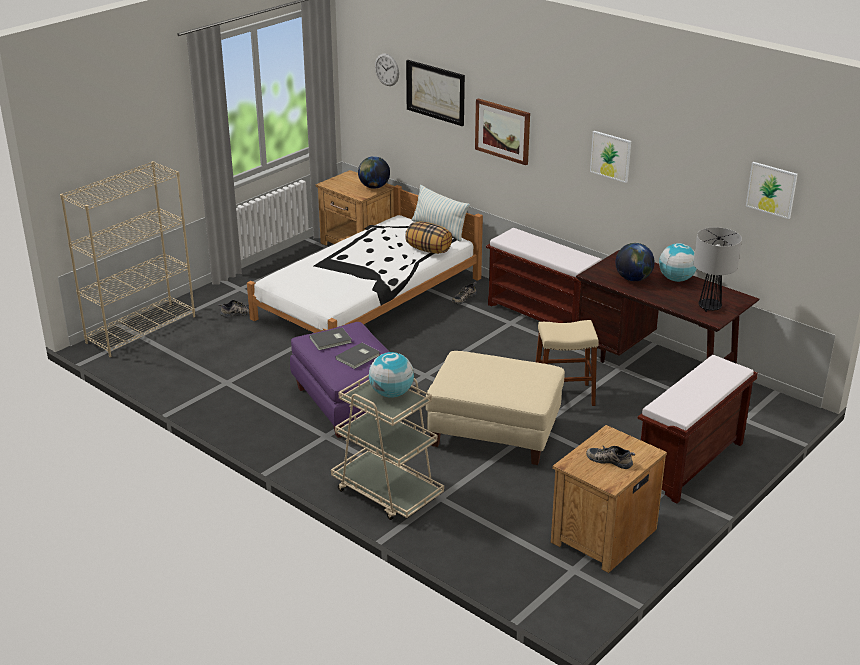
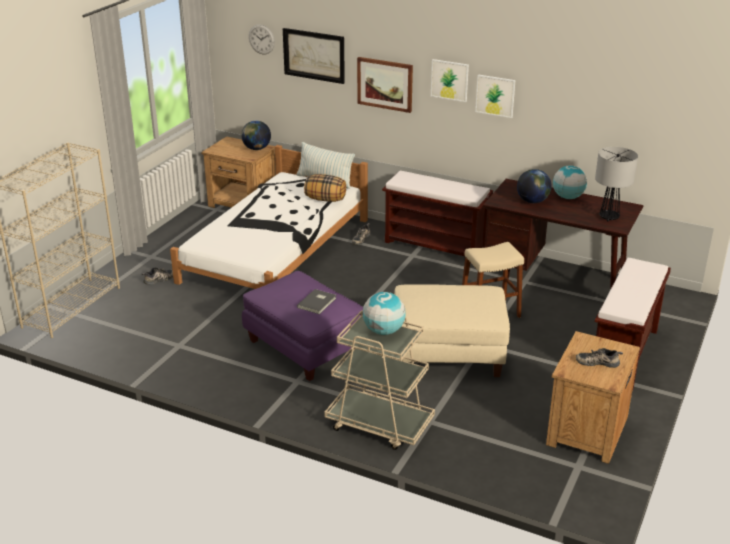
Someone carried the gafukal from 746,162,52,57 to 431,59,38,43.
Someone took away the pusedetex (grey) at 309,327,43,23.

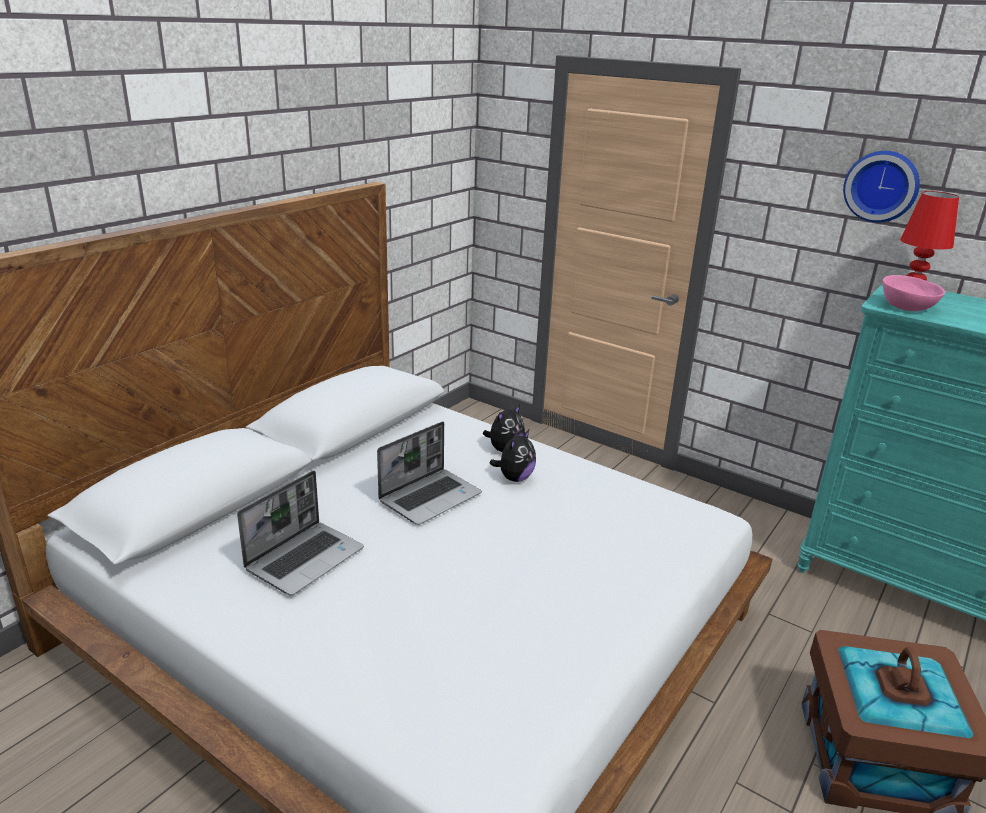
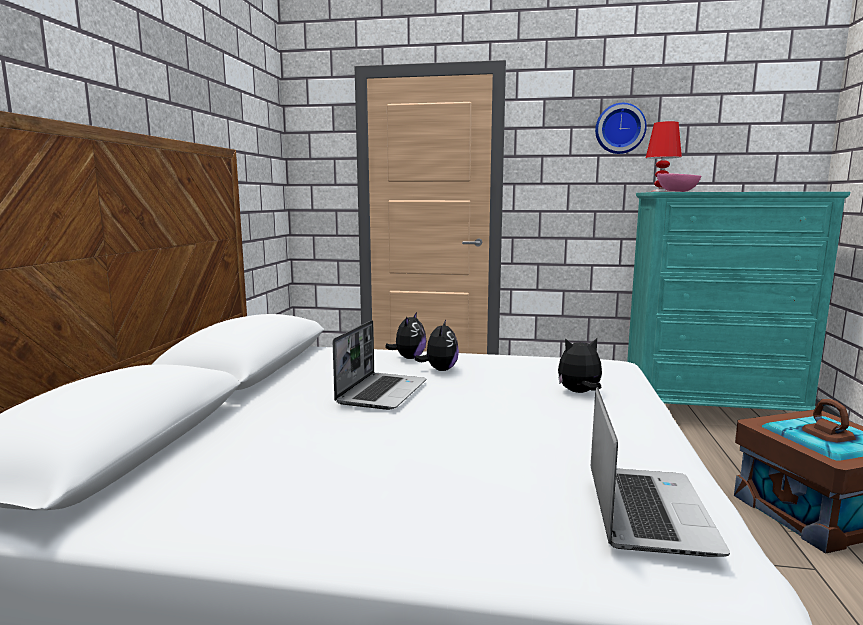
Someone put down the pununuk at 558,338,44,55.
Someone carried the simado from 237,470,127,126 to 591,387,139,170.

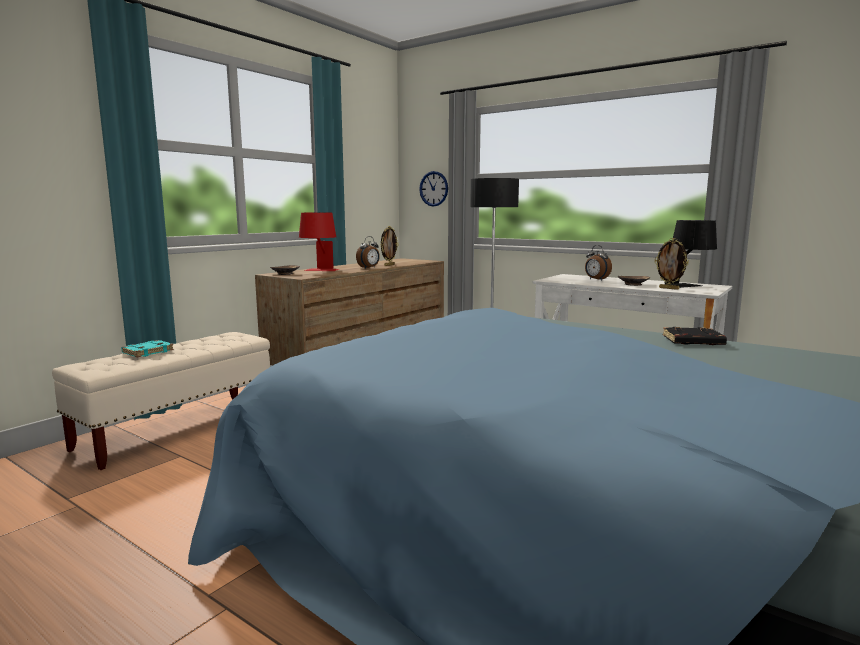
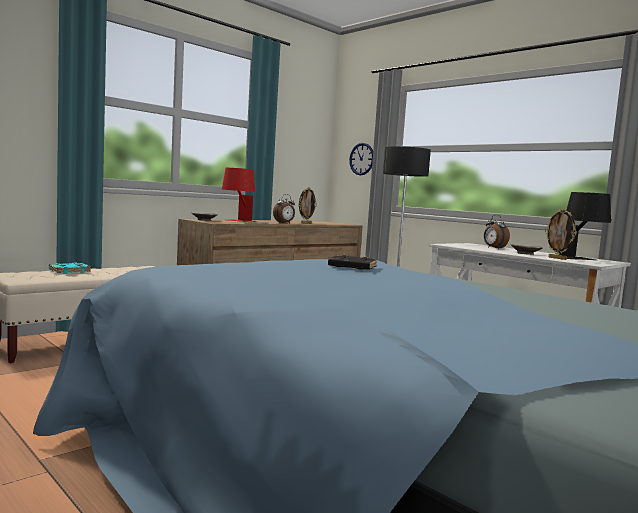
Someone carried the pusedetex (black) from 663,327,64,18 to 328,255,49,15.

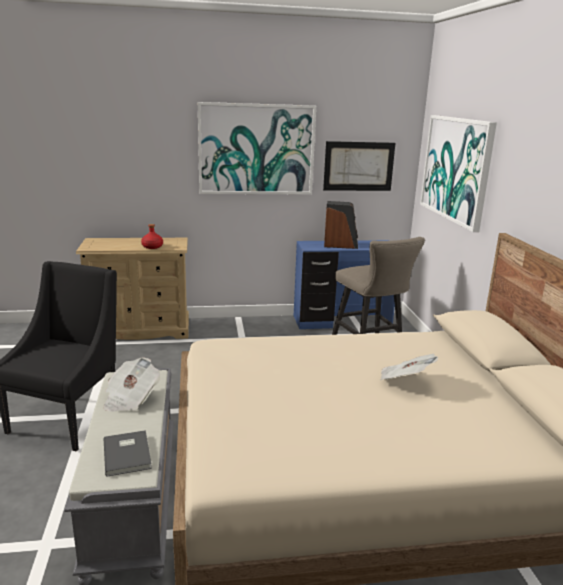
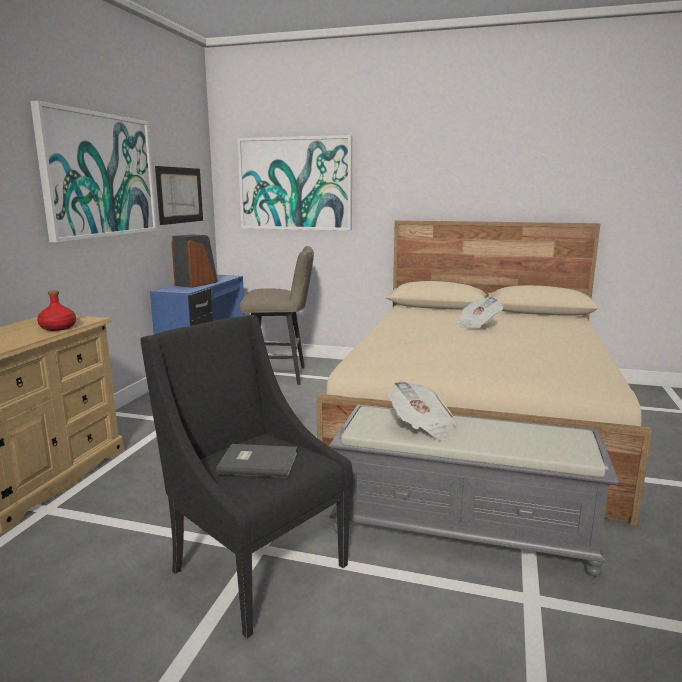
Someone carried the pusedetex (grey) from 104,430,48,47 to 216,444,81,34.

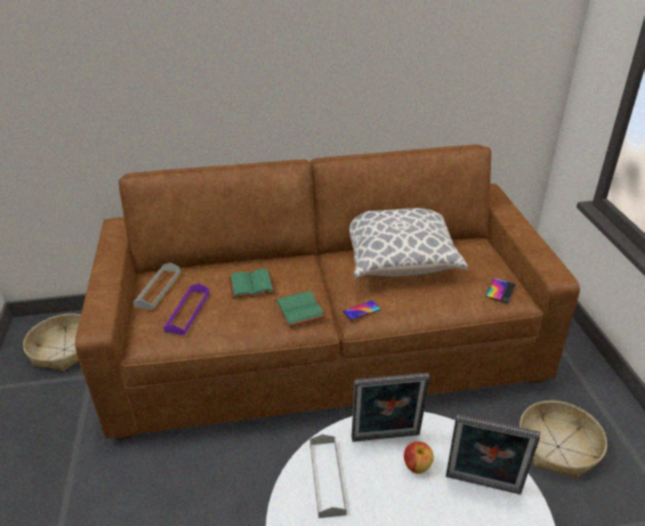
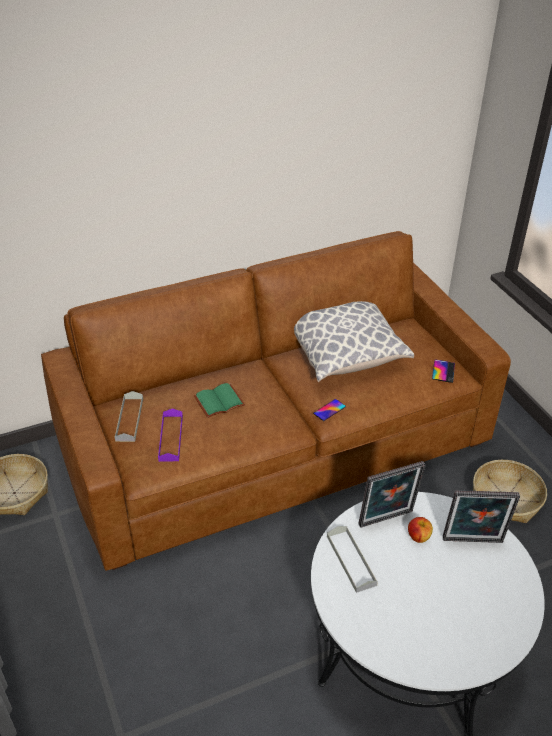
Someone took away the pusedetex (green) at 275,291,51,36.

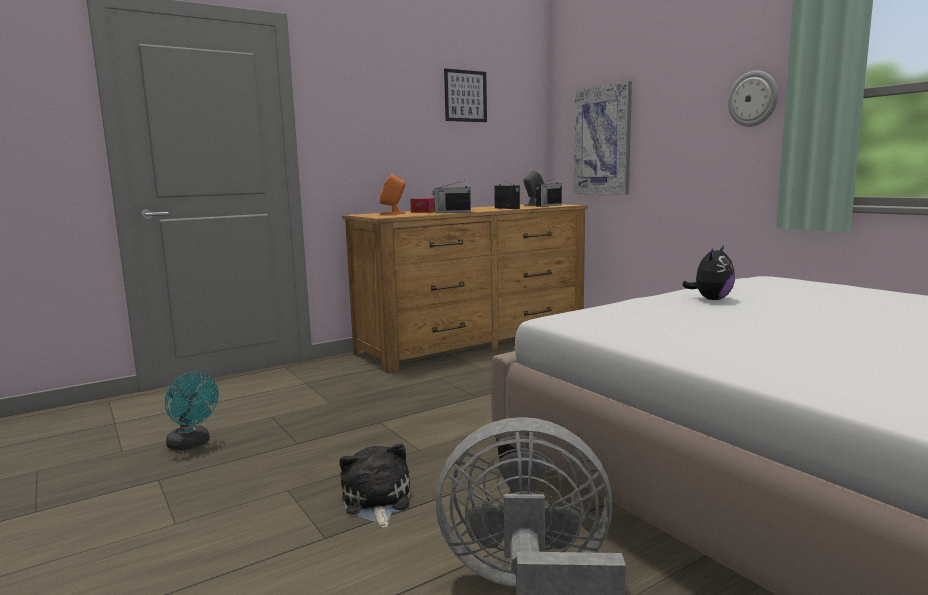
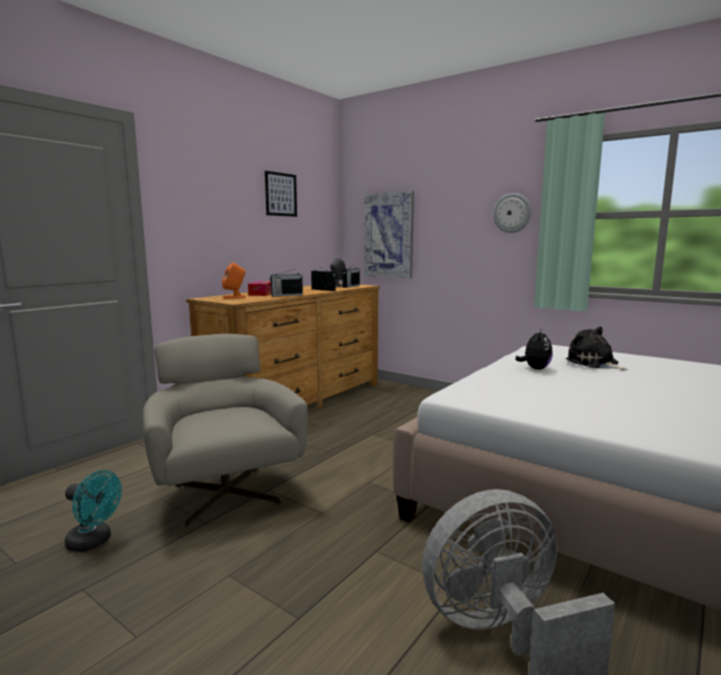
Someone put down the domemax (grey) at 143,334,165,193.
Someone carried the pununuk from 340,443,70,85 to 566,326,62,44.

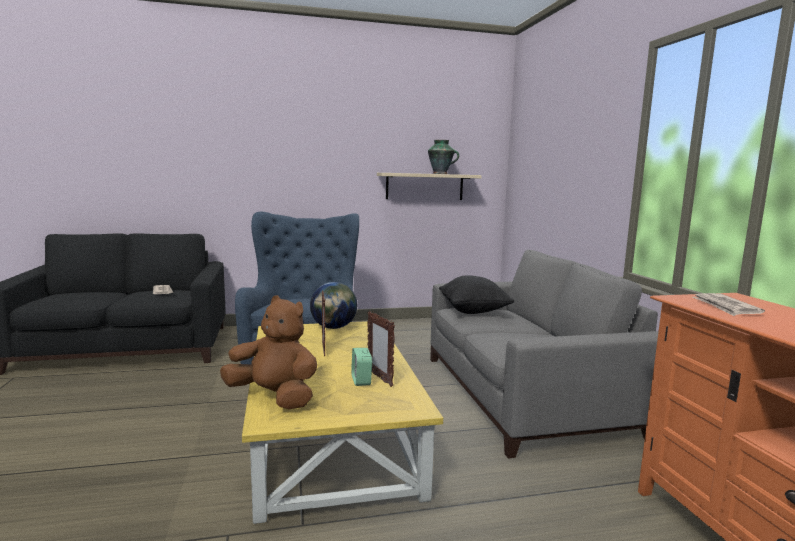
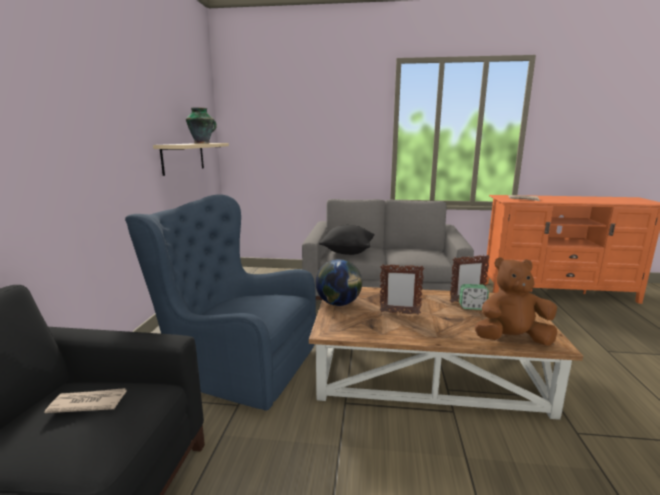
Someone repainted the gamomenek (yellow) at 242,321,201,203, which became the gamomenek (brown) at 309,287,274,133.
Someone rotated the pununuk (brown) at 220,295,97,114 by 45 degrees clockwise.

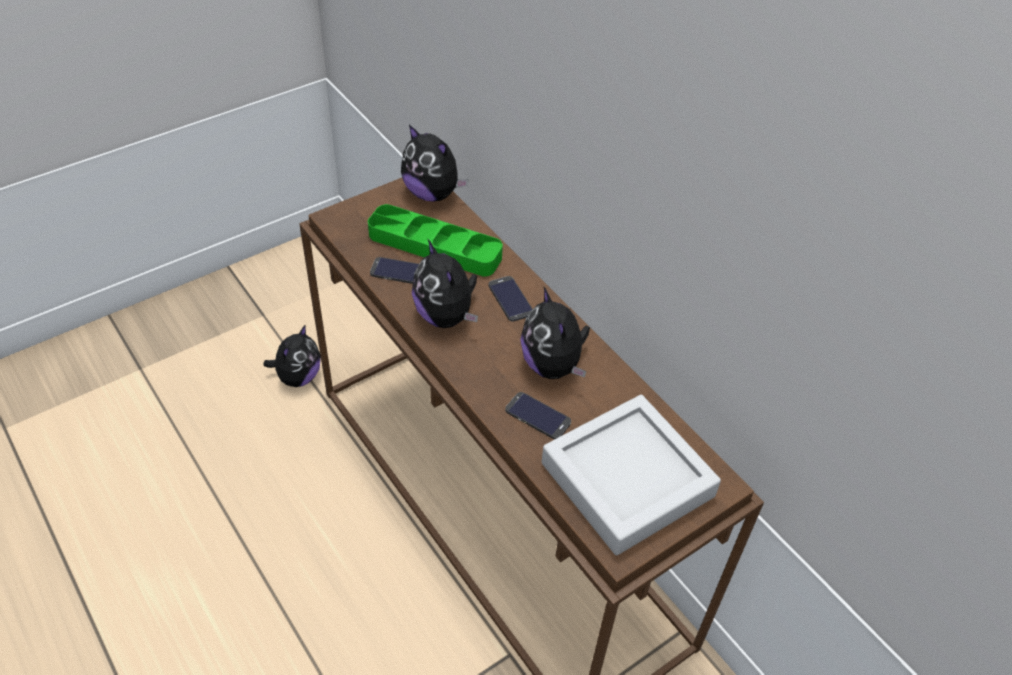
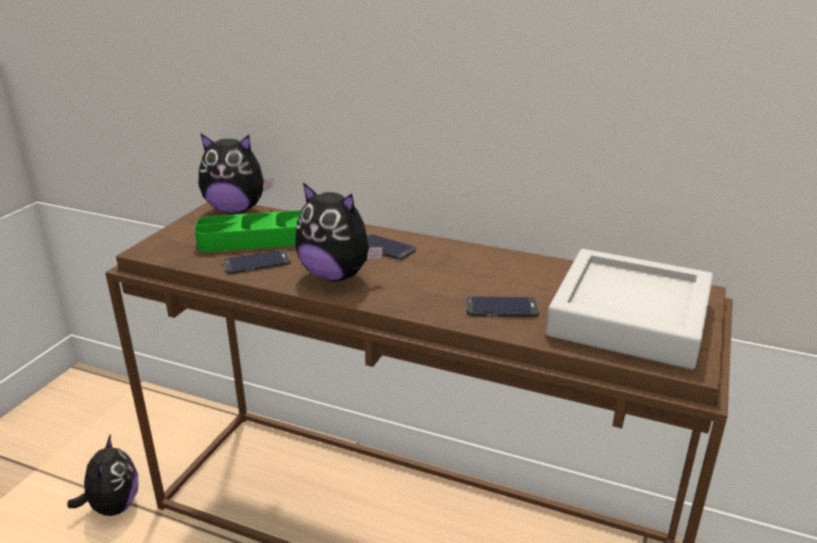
Someone took away the pununuk at 520,287,70,92.

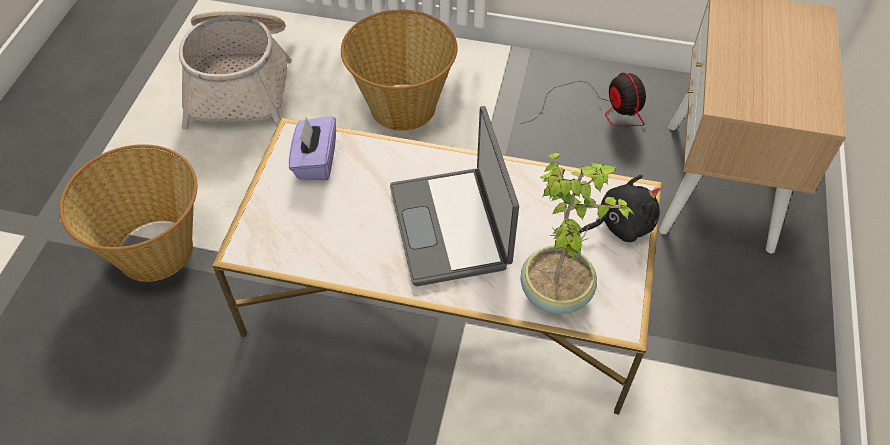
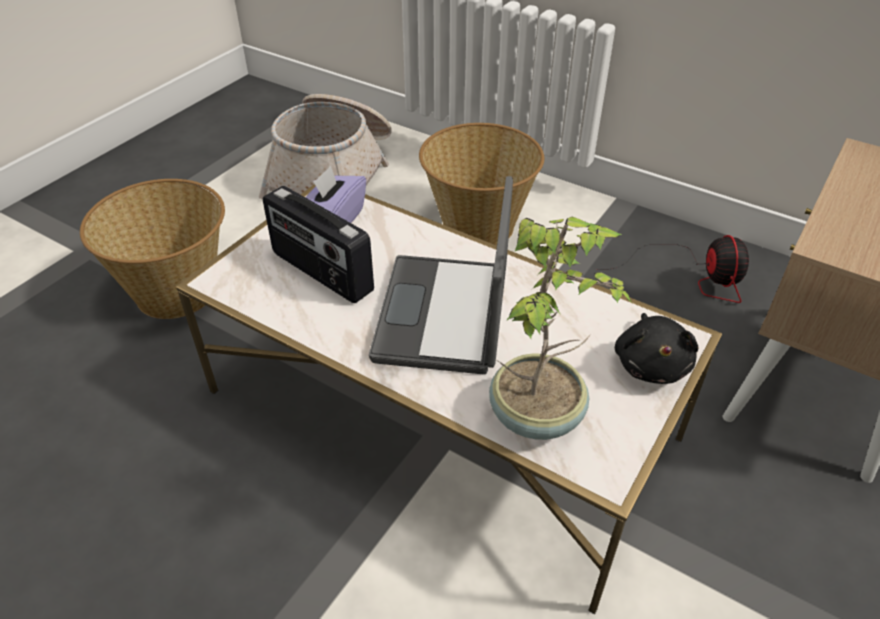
Someone put down the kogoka at 263,186,111,117.
Someone rotated the pununuk (black) at 579,175,81,67 by 90 degrees clockwise.

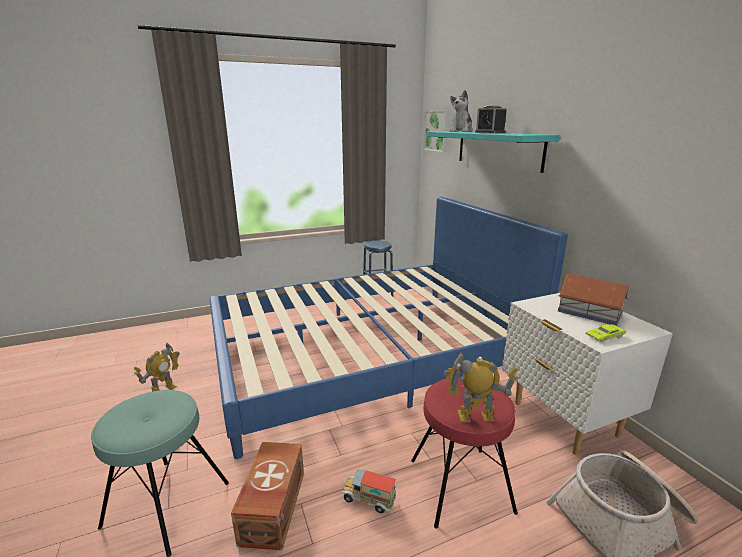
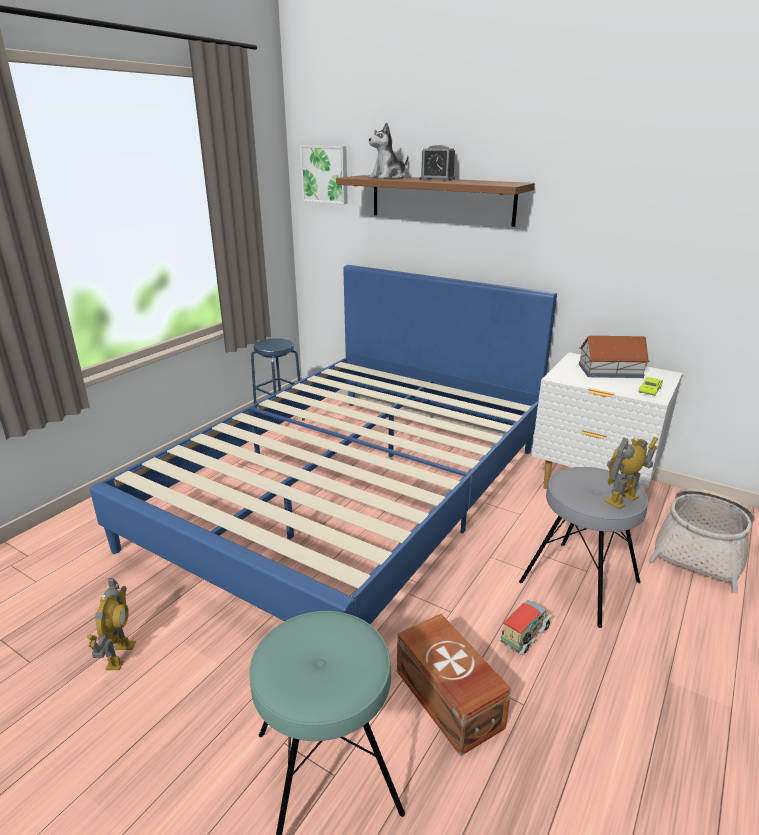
Someone repainted the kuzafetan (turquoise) at 426,131,134,42, which became the kuzafetan (brown) at 336,175,199,52.
Someone rotated the pununuk at 449,90,24,42 by 60 degrees clockwise.
Someone rotated the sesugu at 342,469,54,44 by 150 degrees clockwise.
Someone repainted the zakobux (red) at 411,377,107,152, which became the zakobux (grey) at 519,467,129,161.

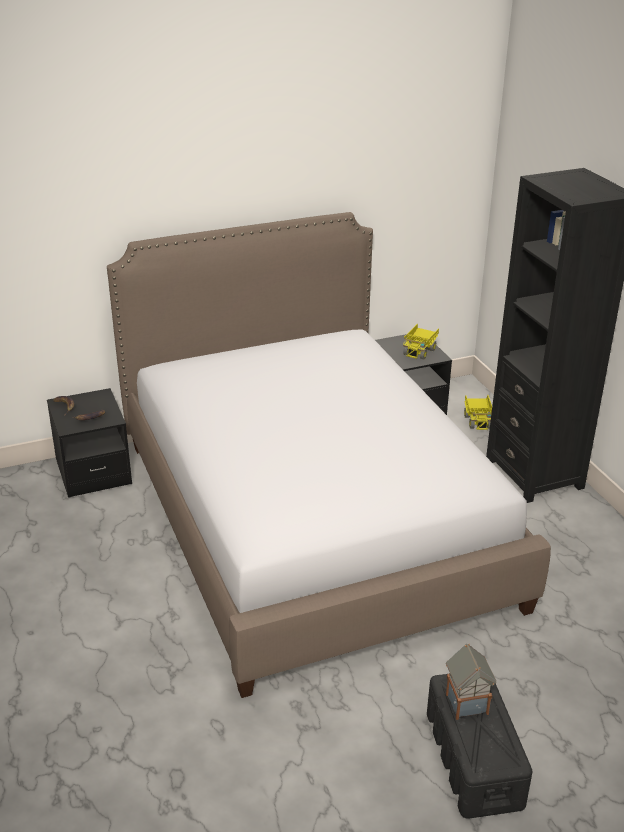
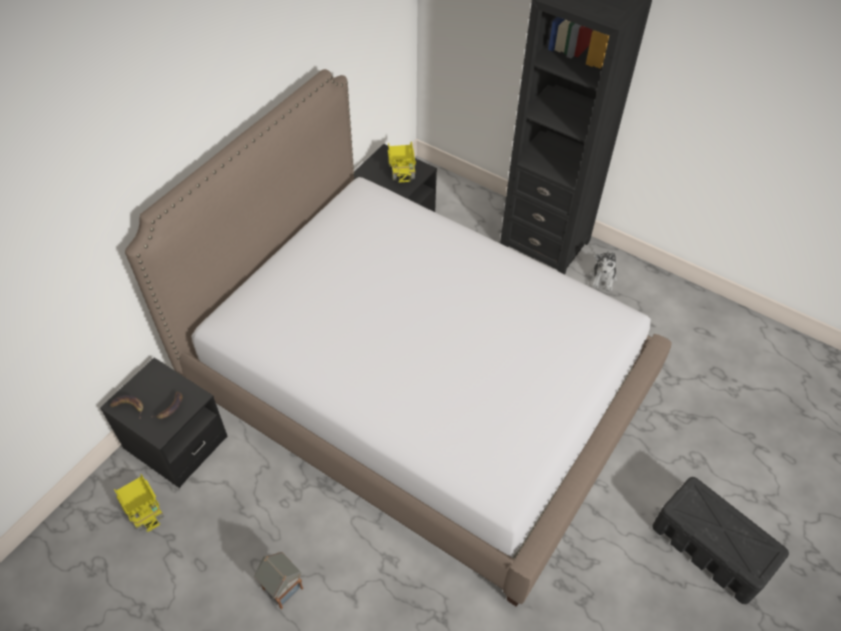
Someone carried the sesugu from 464,395,28,35 to 114,474,50,59.
Someone carried the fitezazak from 446,644,50,76 to 254,552,49,57.
Someone put down the pununuk at 589,252,28,39.

